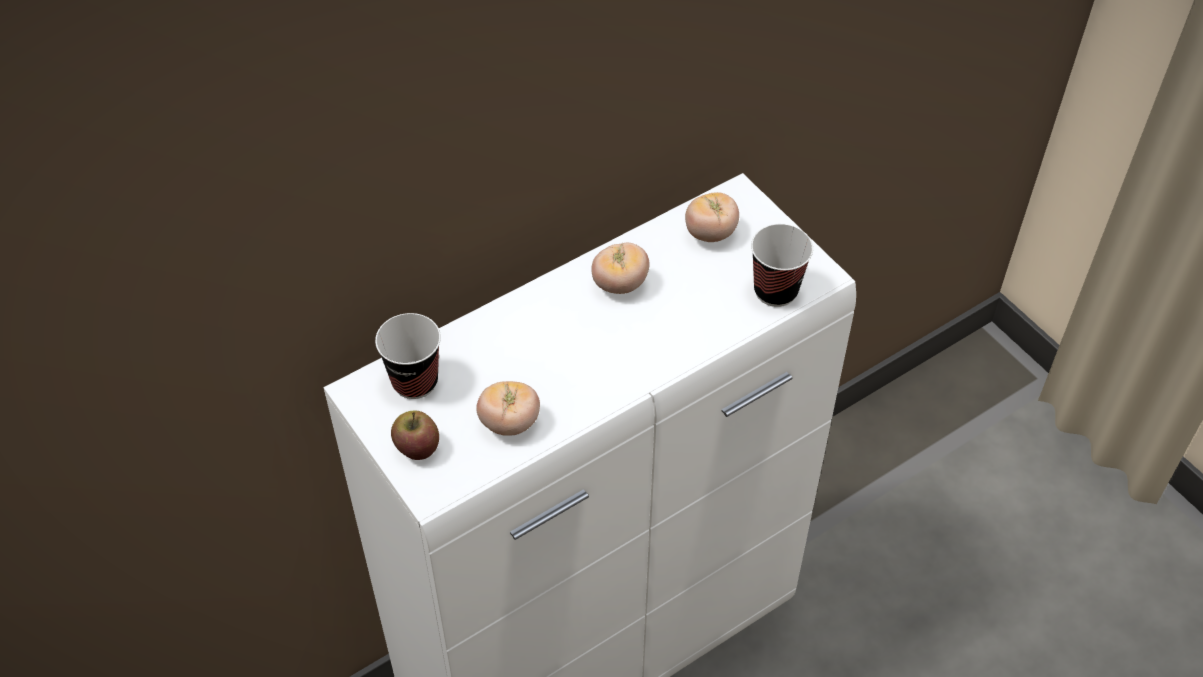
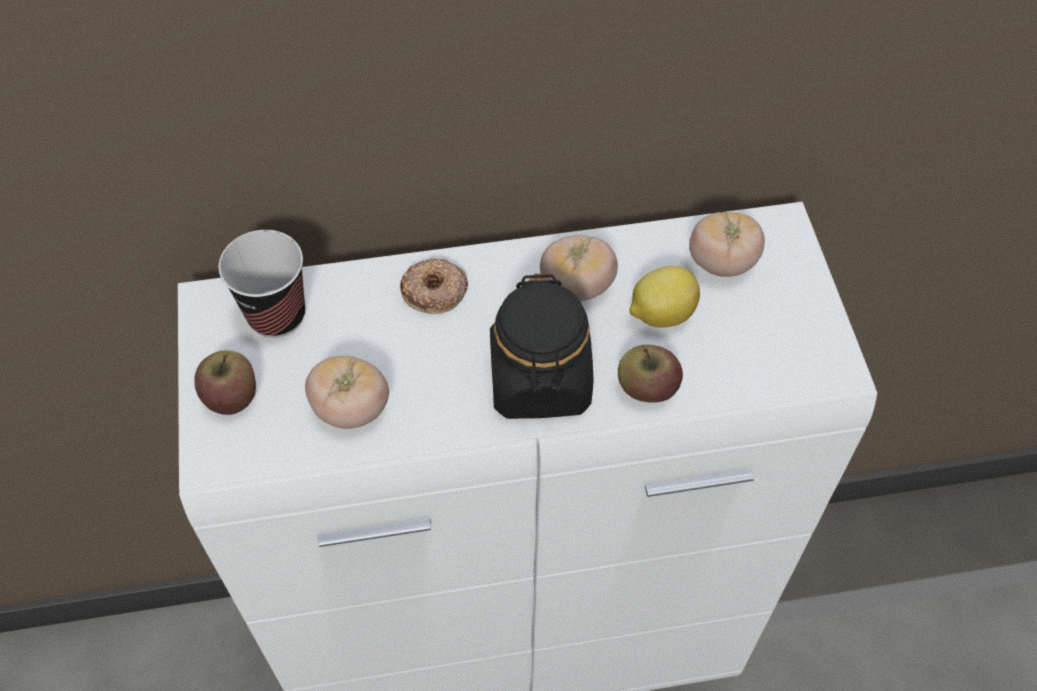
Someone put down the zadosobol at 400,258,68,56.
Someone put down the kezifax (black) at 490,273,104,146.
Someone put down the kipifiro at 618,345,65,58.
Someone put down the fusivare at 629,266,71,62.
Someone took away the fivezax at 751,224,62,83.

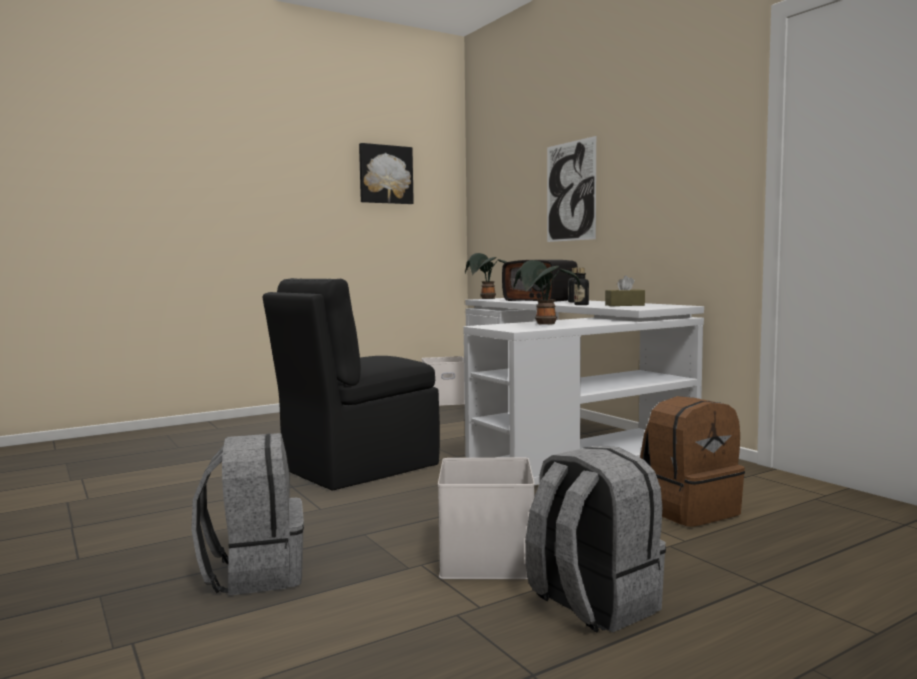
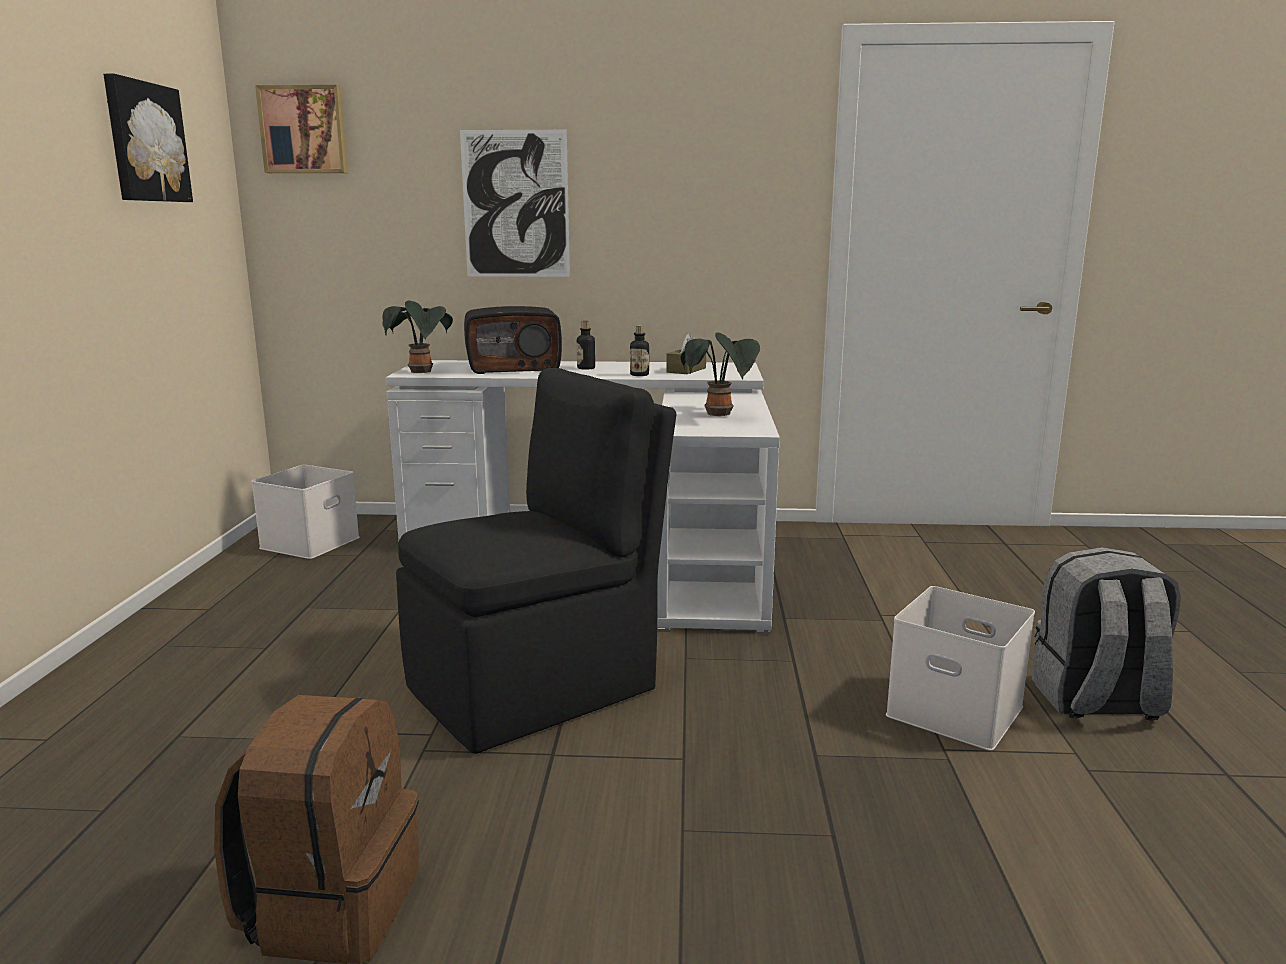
Someone carried the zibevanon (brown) from 640,396,105,131 to 214,695,205,269.
Someone put up the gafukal at 255,85,93,88.
Someone rotated the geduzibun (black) at 262,278,178,213 by 120 degrees counterclockwise.
Someone took away the zibevanon (grey) at 191,433,113,163.

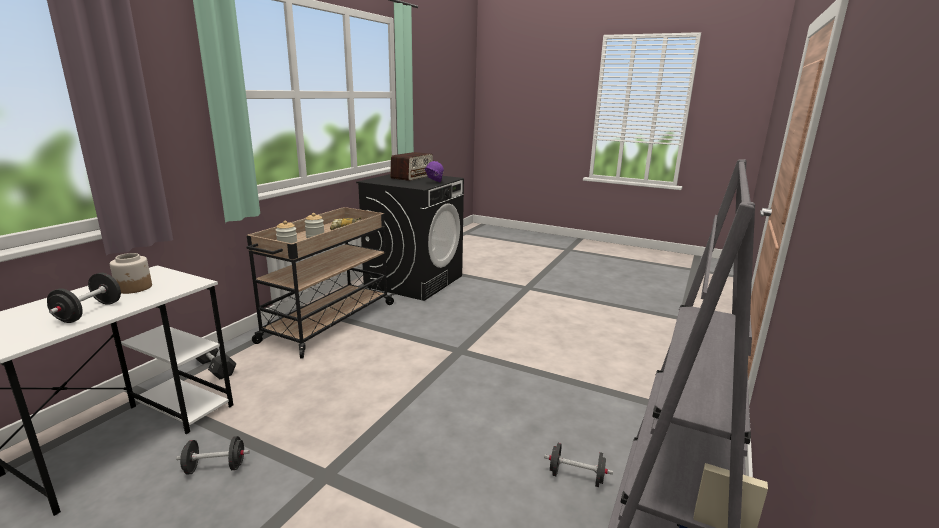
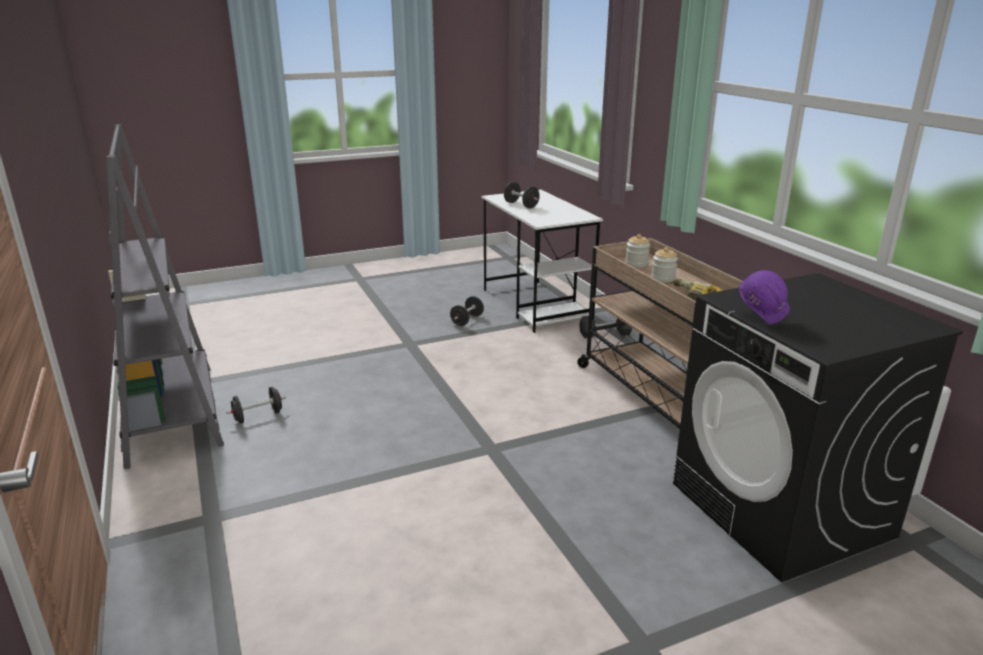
Someone took away the kezifax at 110,253,42,41.
Someone took away the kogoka at 390,152,43,29.

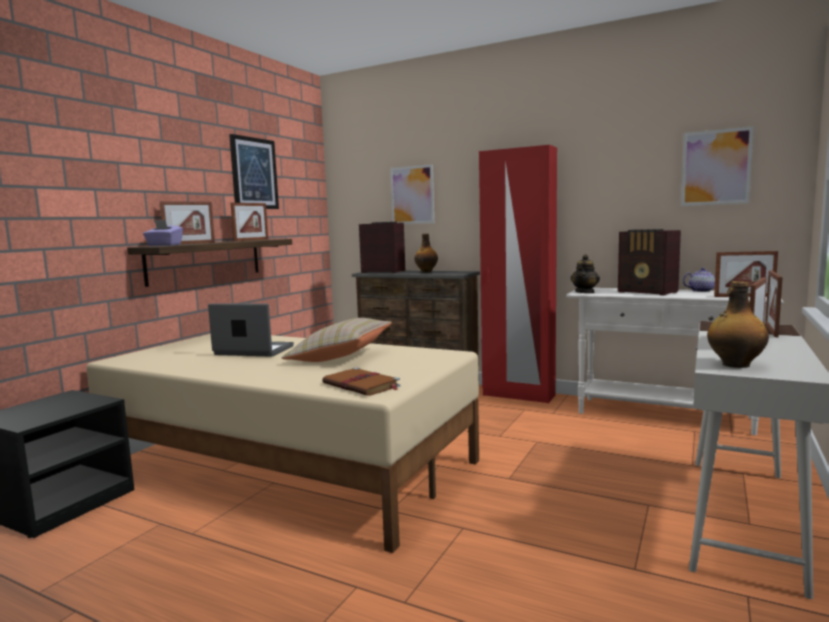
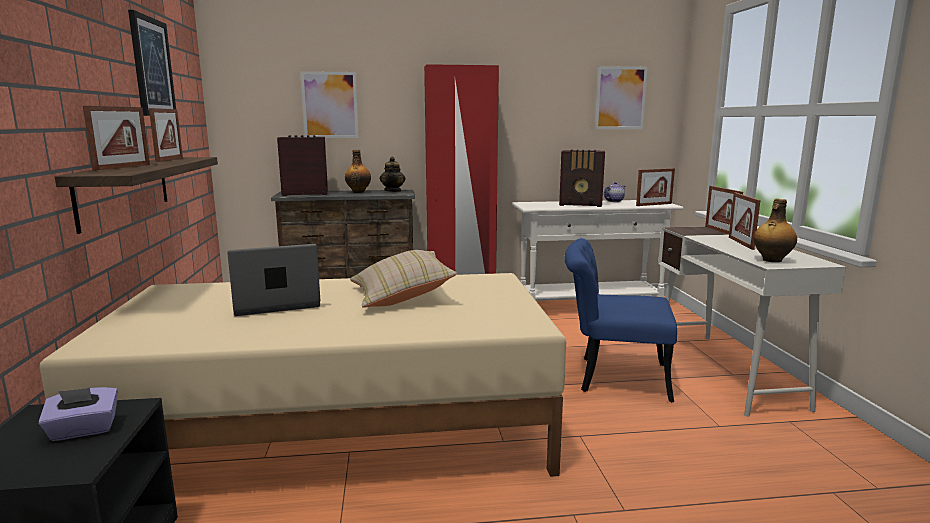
Someone carried the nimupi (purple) from 143,220,40,26 to 38,387,80,54.
Someone carried the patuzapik from 571,254,29,39 to 380,157,26,35.
Someone put down the geduzibun (blue) at 564,238,113,164.
Someone took away the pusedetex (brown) at 322,367,79,29.

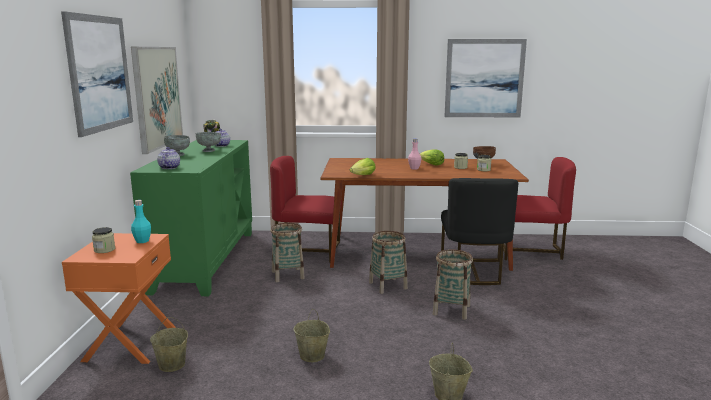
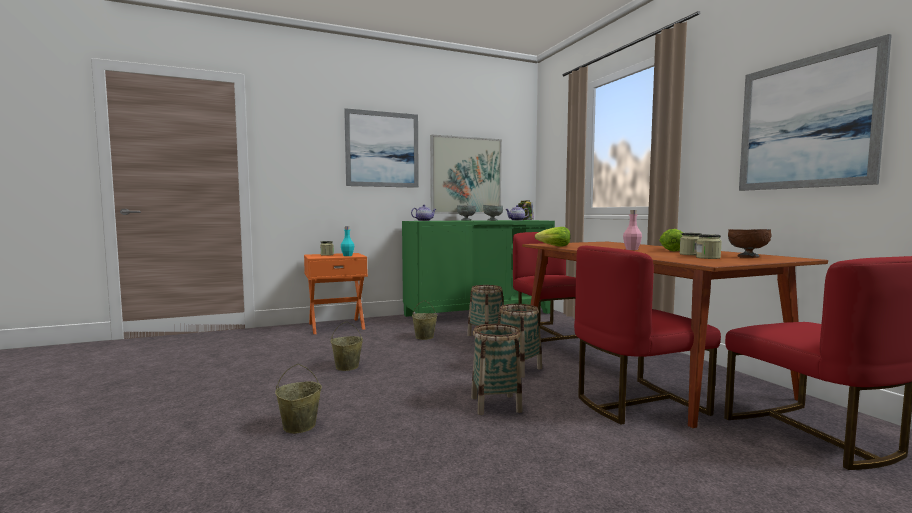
Someone carried the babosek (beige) from 150,317,38,55 to 412,300,26,40.
Someone repainted the geduzibun (black) at 441,178,77,107, which became the geduzibun (red) at 574,246,147,179.

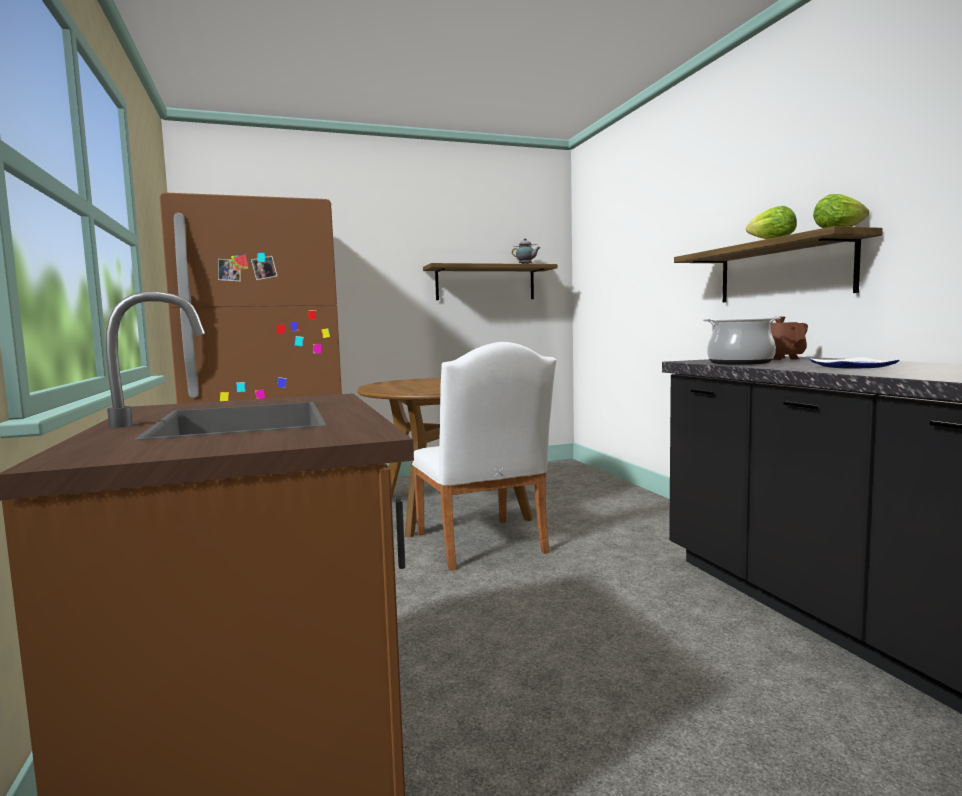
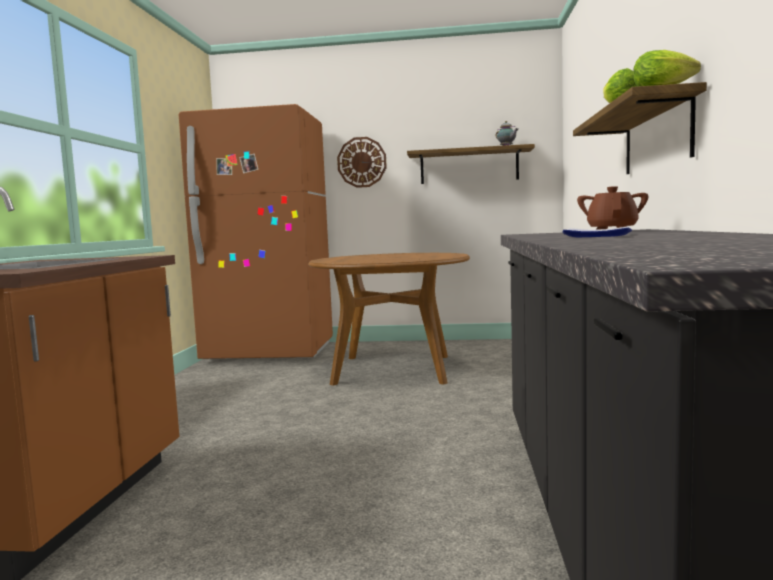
Someone put up the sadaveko at 337,137,50,51.
Someone took away the geduzibun (white) at 412,342,144,229.
Someone took away the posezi at 703,317,78,48.

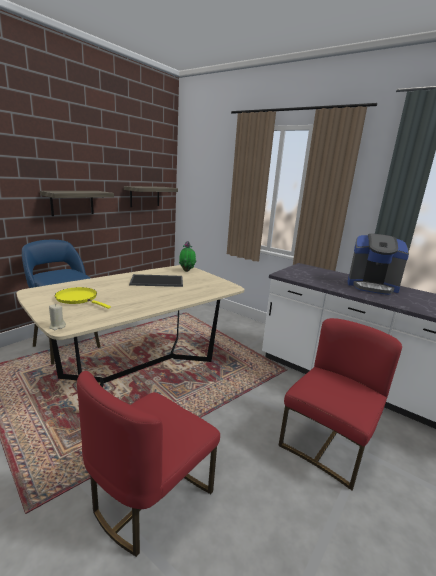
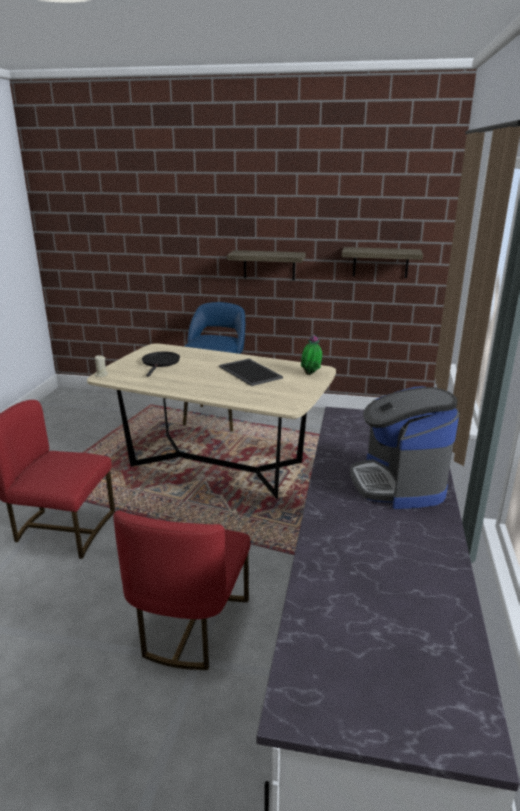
Someone rotated the geduzibun (red) at 279,318,123,172 by 90 degrees clockwise.
Someone repainted the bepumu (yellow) at 55,287,56,22, which became the bepumu (black) at 142,352,38,25.

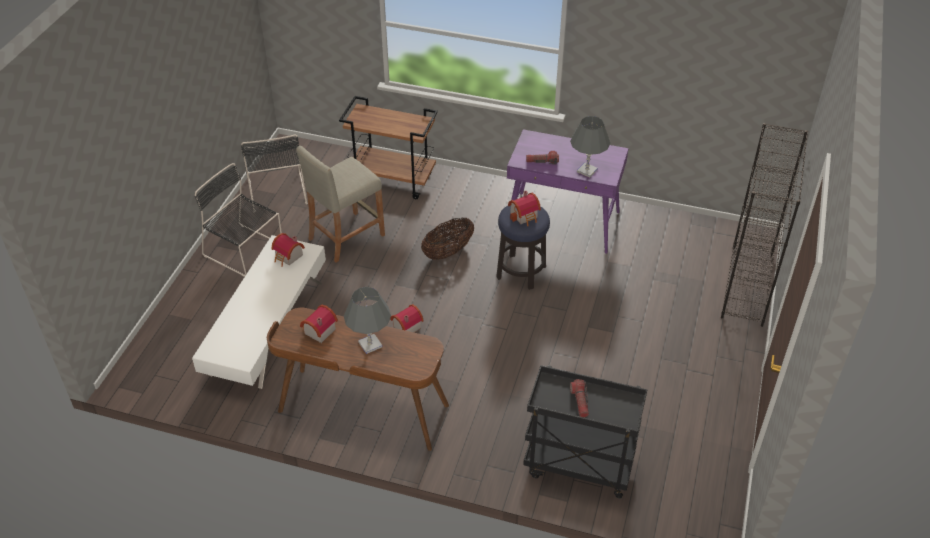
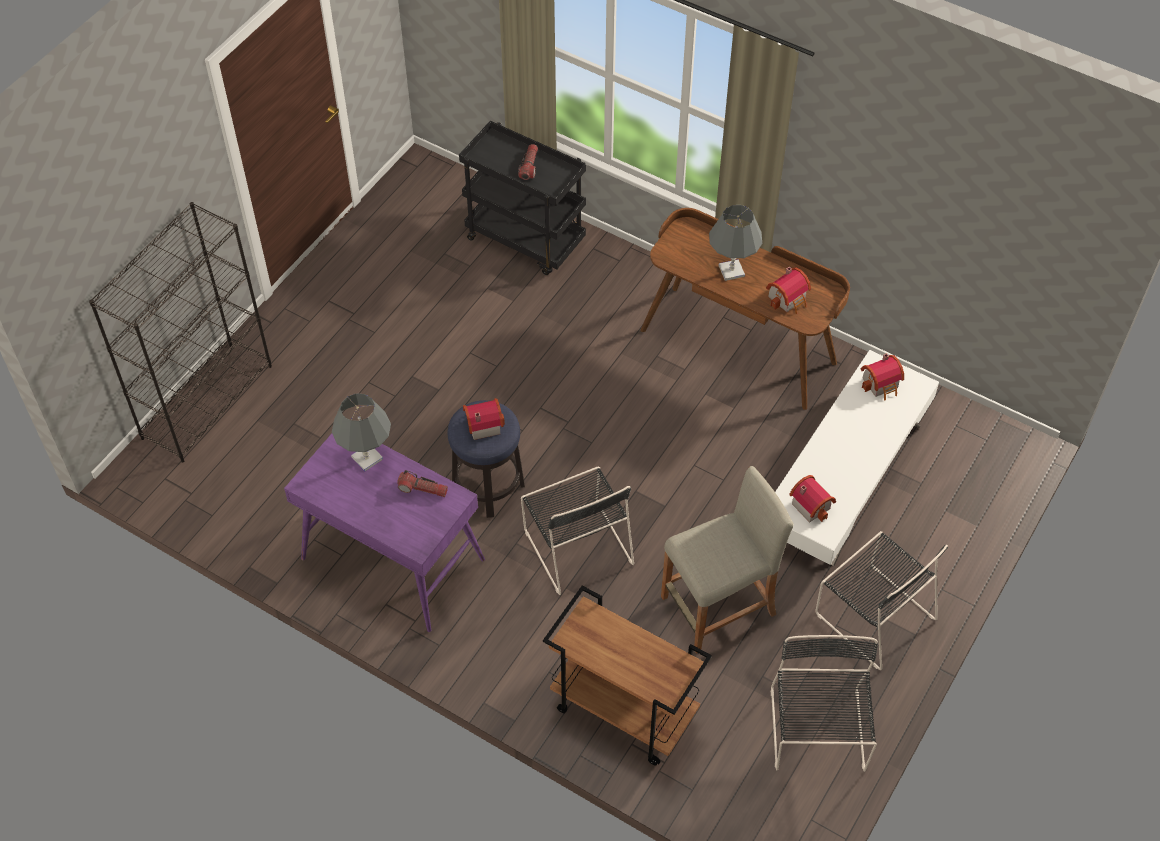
Someone swapped the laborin at 421,217,53,43 for the geduzibun (black) at 521,467,113,128.
Someone carried the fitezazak from 390,304,34,28 to 860,353,44,48.

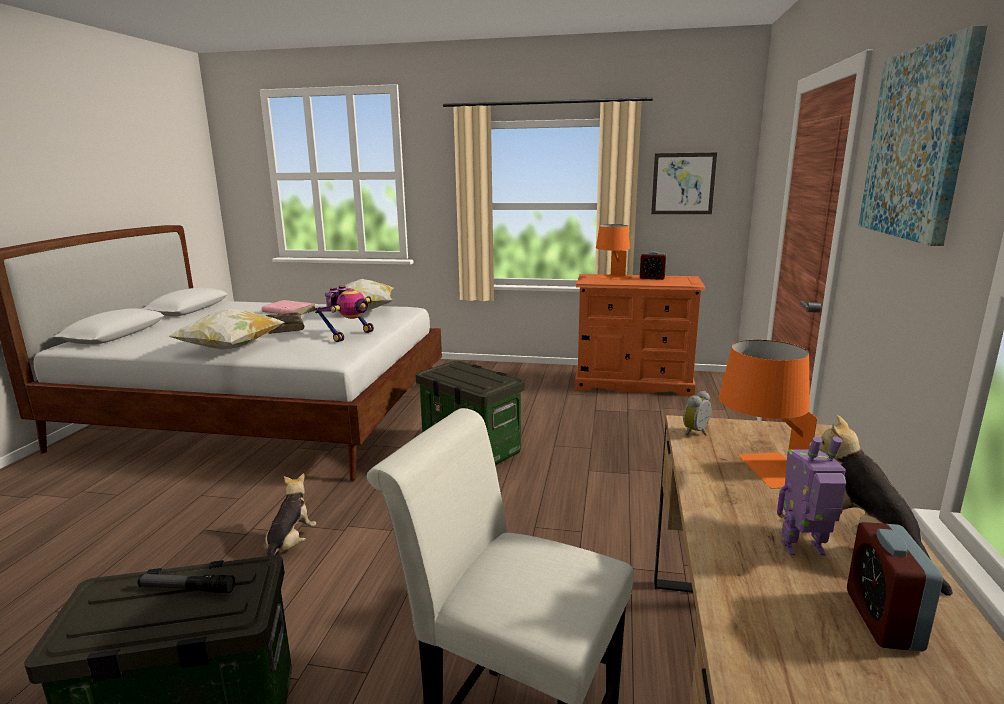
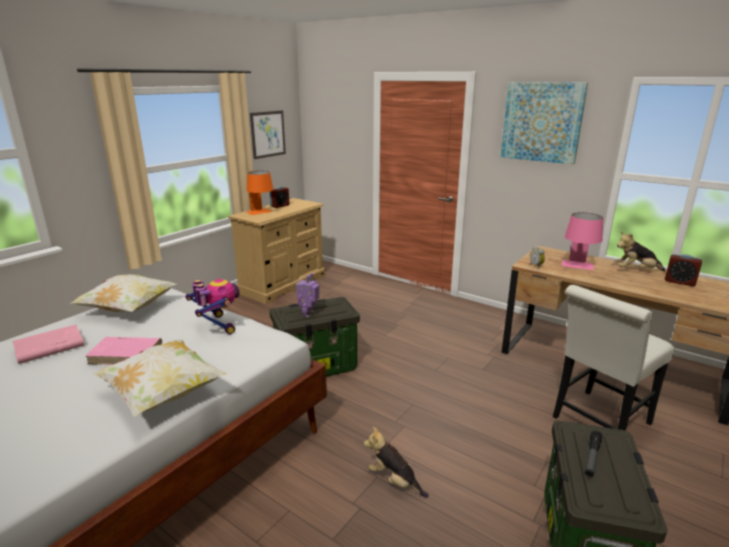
Someone repainted the pusedetex (brown) at 266,312,38,22, which became the pusedetex (pink) at 85,337,77,28.
Someone repainted the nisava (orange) at 575,274,130,122, which became the nisava (beige) at 228,198,97,106.
Someone carried the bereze from 777,437,69,118 to 295,273,24,44.
Someone repainted the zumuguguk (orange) at 719,340,98,149, which became the zumuguguk (pink) at 562,212,41,58.

